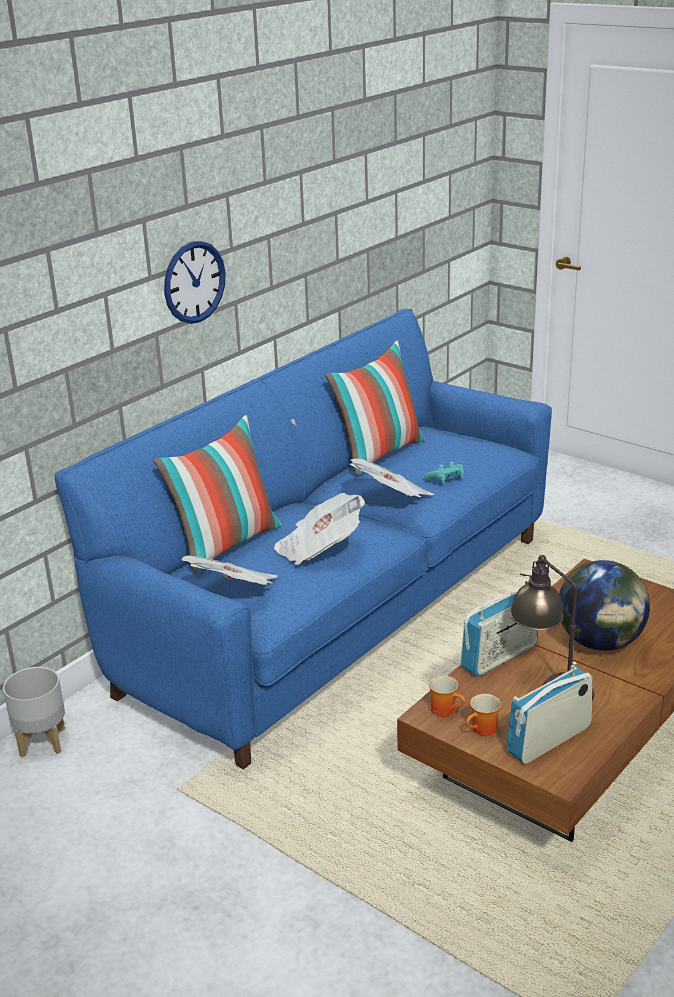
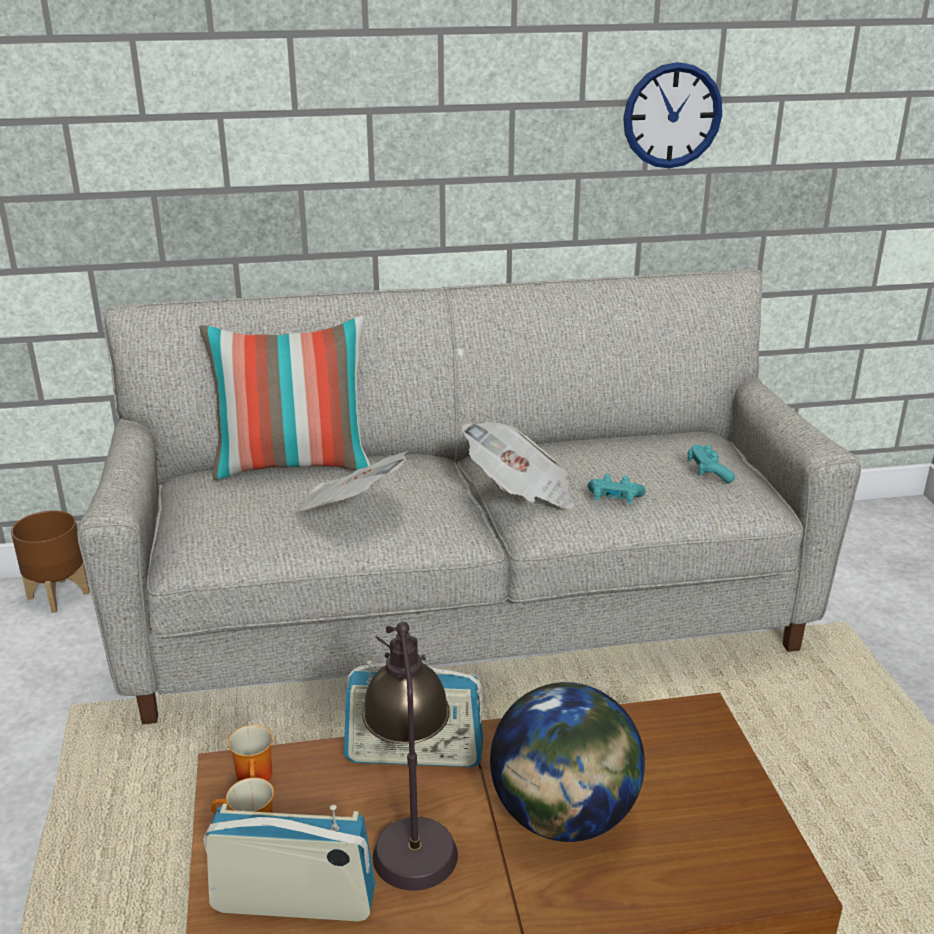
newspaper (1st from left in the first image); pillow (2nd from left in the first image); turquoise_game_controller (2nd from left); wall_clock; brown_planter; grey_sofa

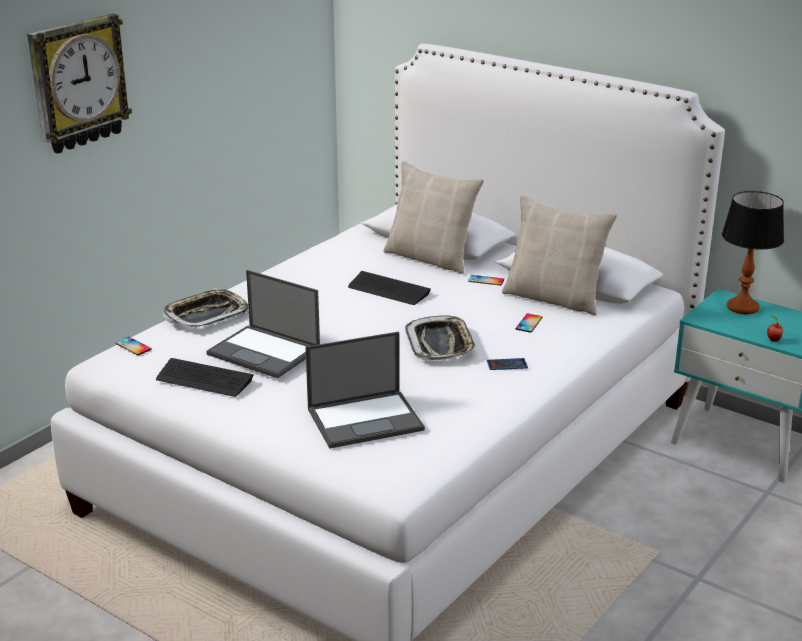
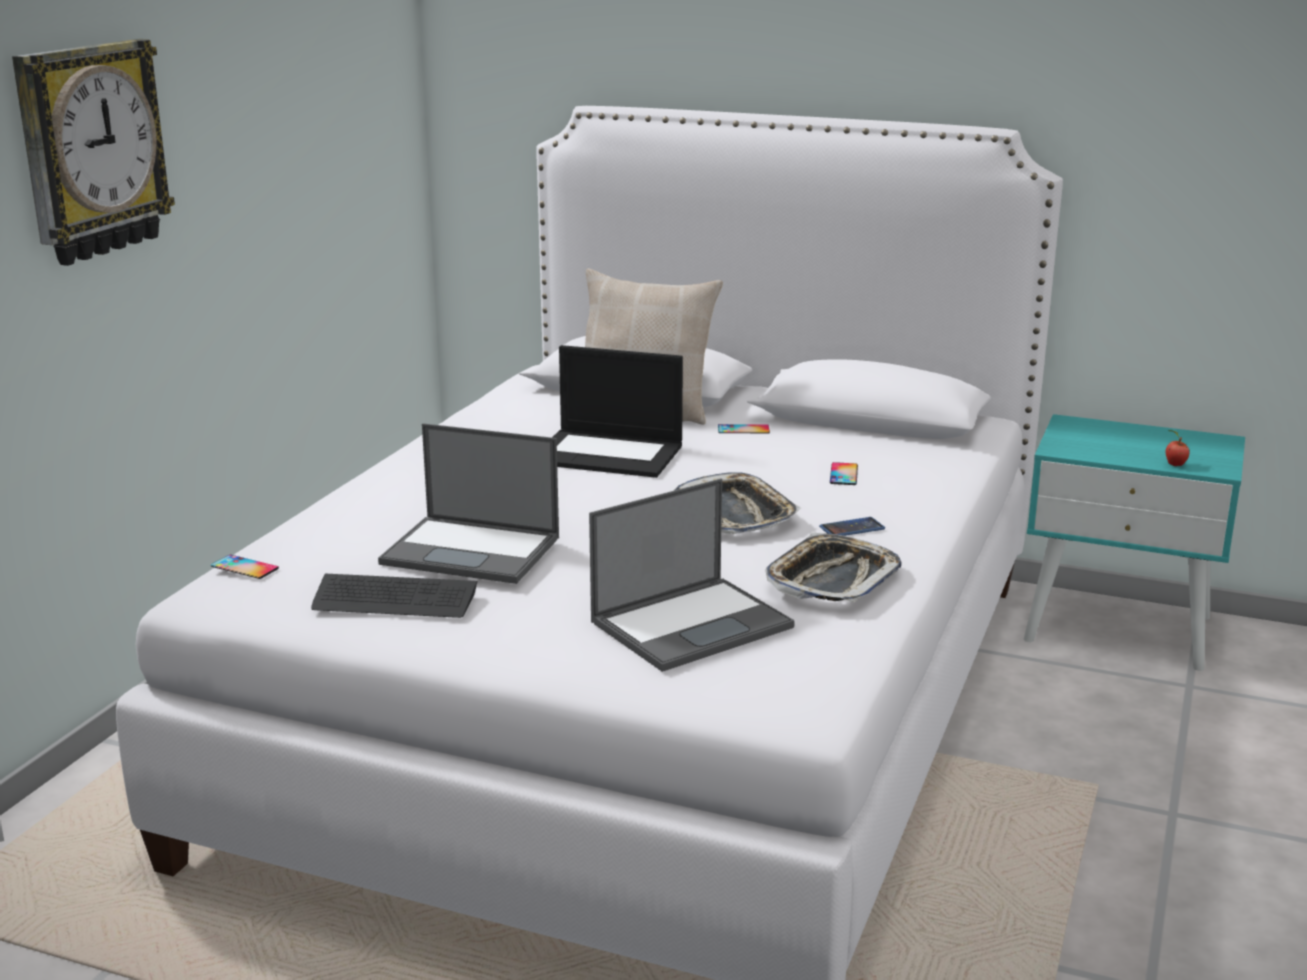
beige_pillow (2nd from left in the first image); table_lamp; tray (2nd from left); laptop (2nd from left)

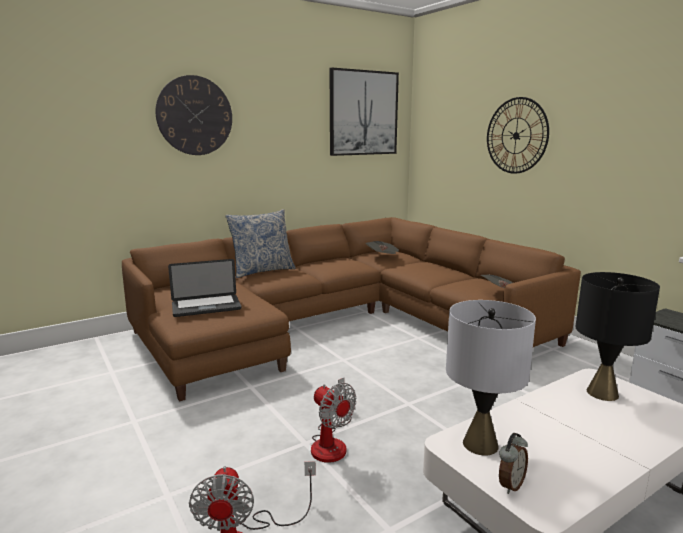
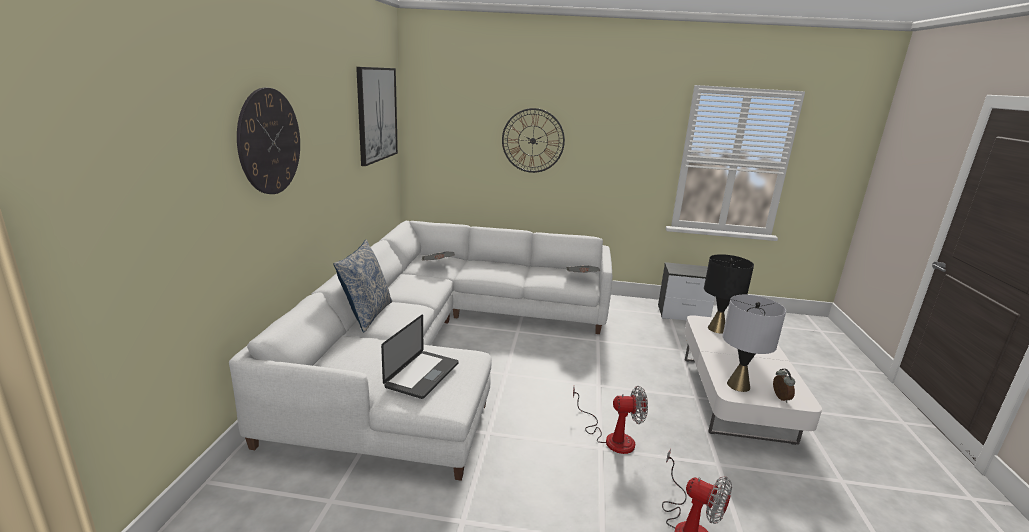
white_sofa

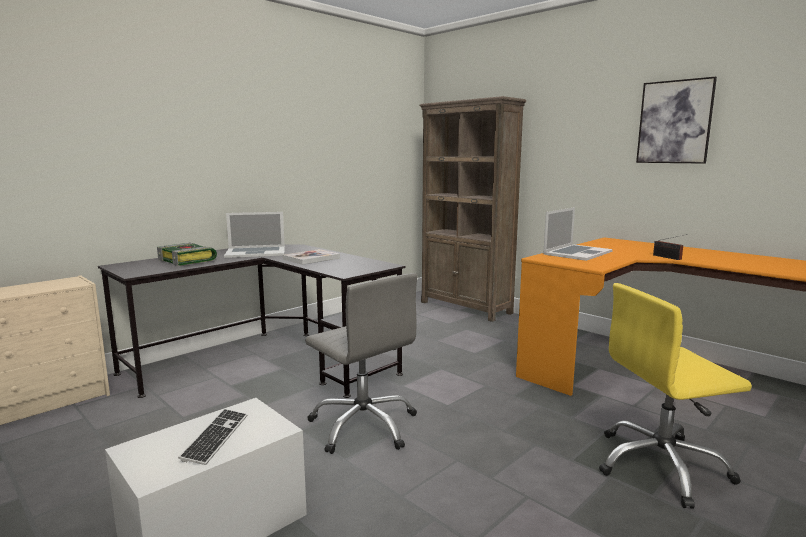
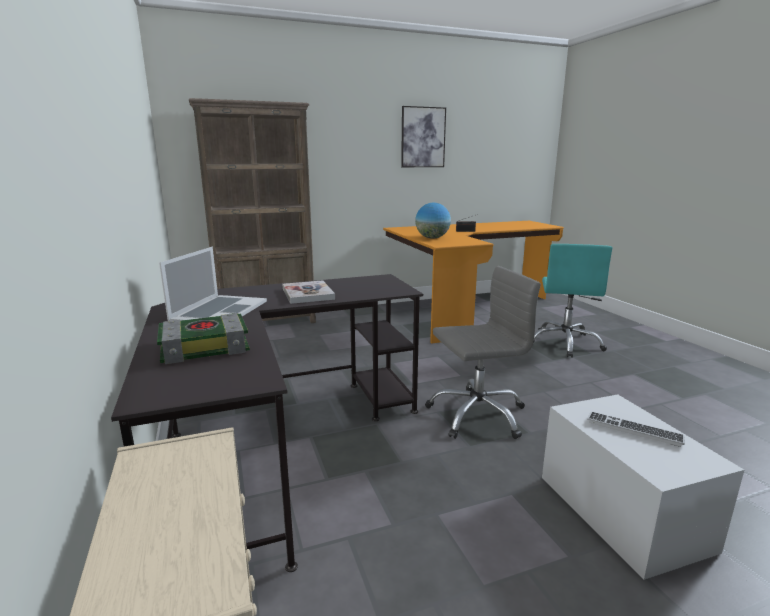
globe; turquoise_office_chair

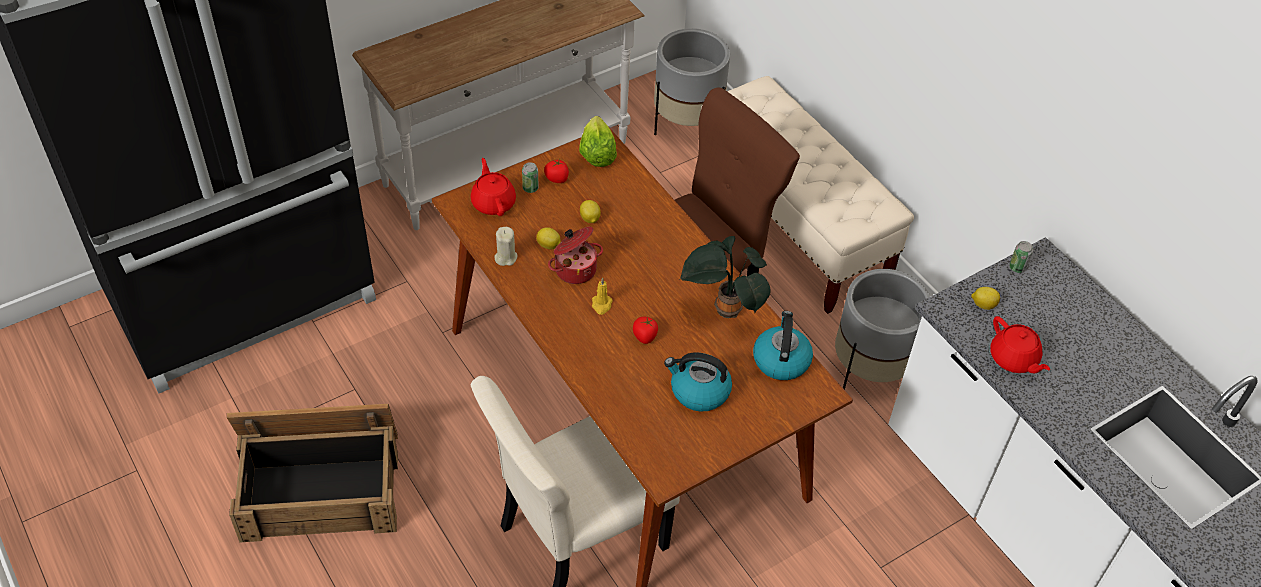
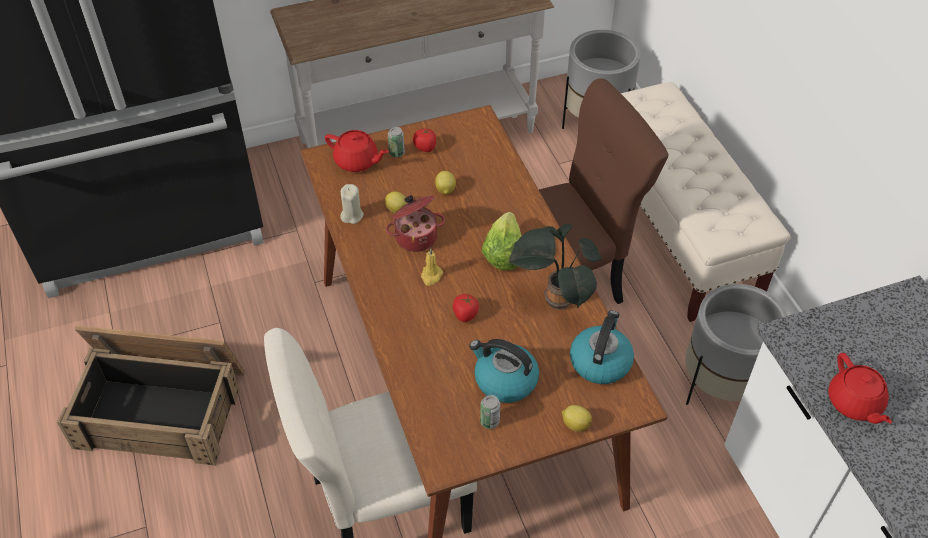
lettuce; lemon (3rd from left); can (2nd from left); red_teapot (1st from left)

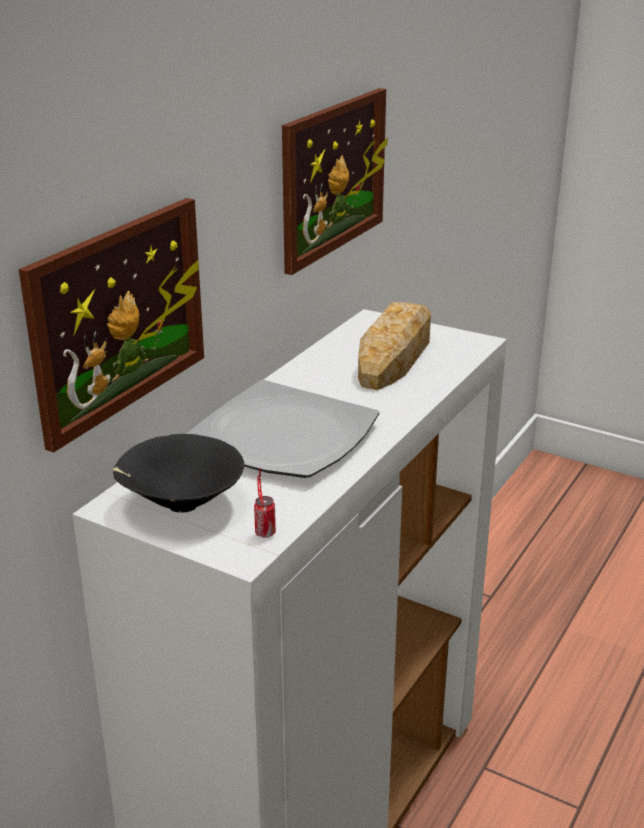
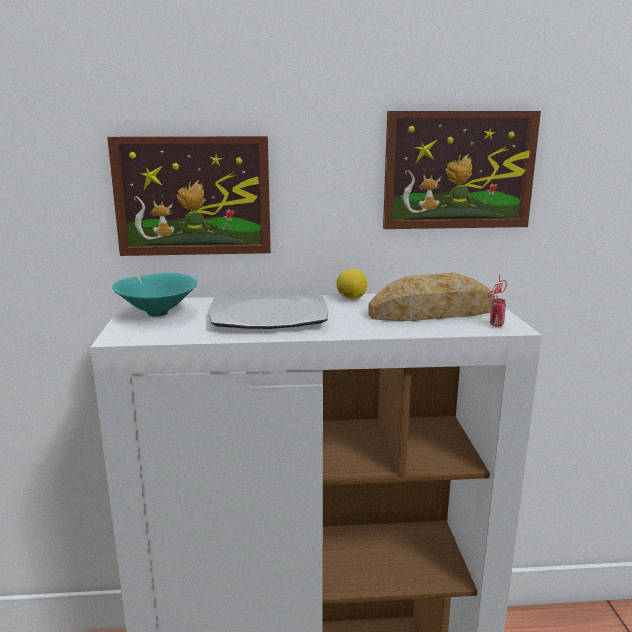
lemon; can; turquoise_bowl

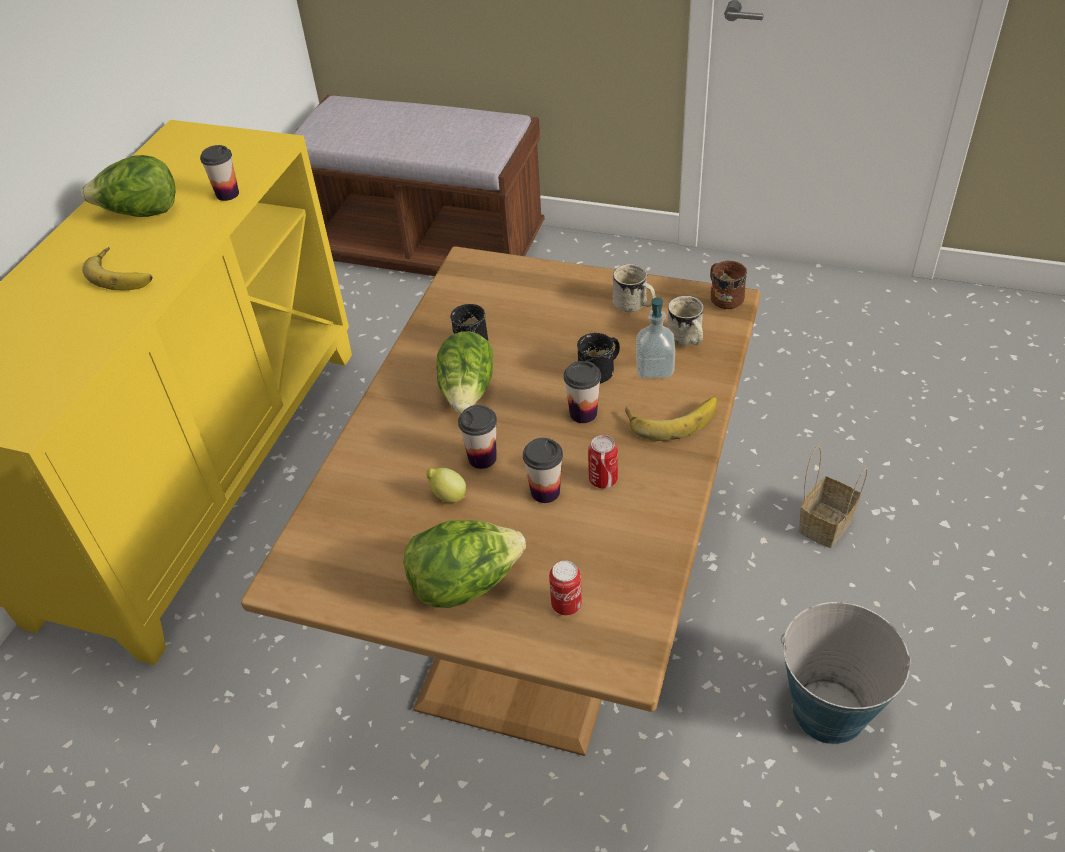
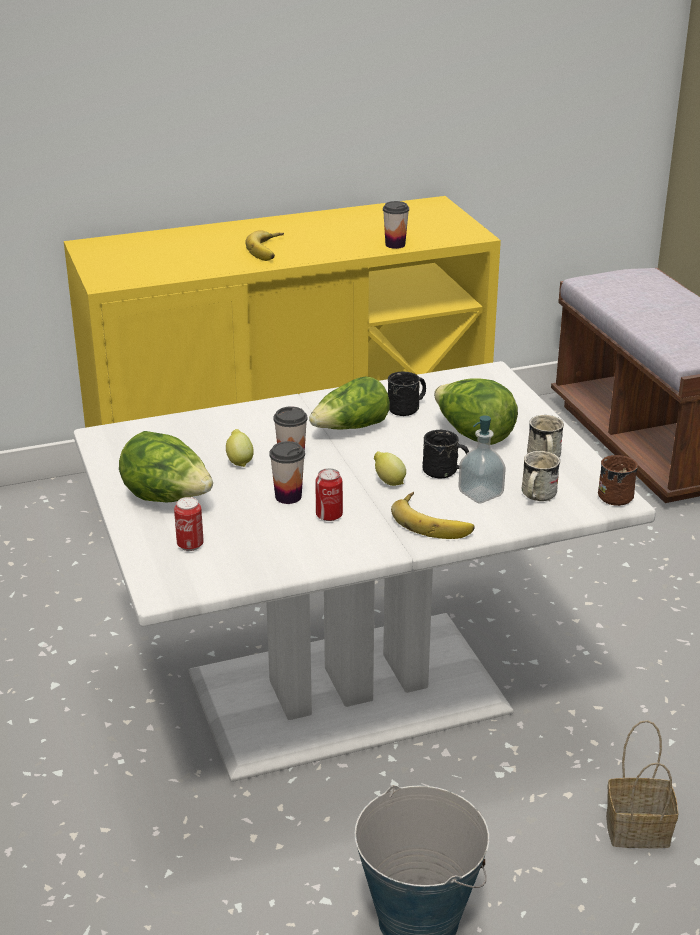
lettuce (3rd from left); lemon (2nd from left); white_dining_table

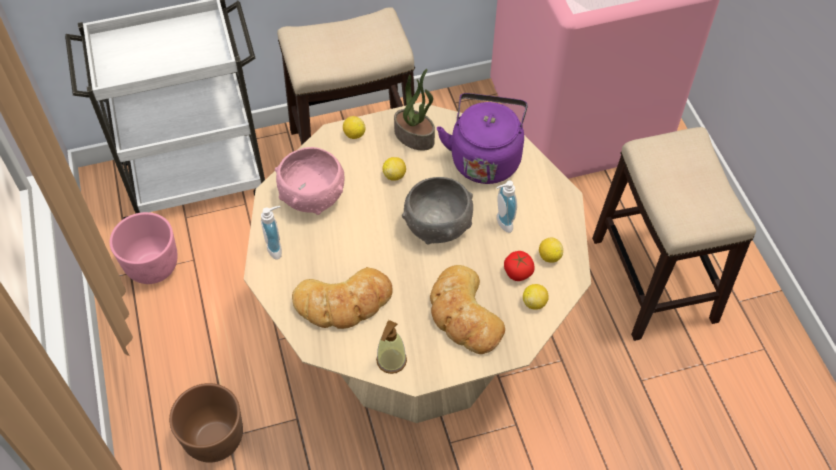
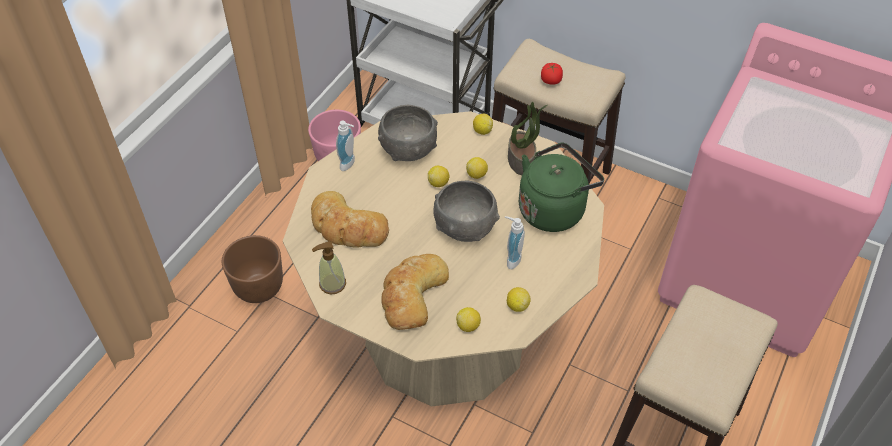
lemon (1st from left); tomato; grey_bowl (1st from left); green_kettle

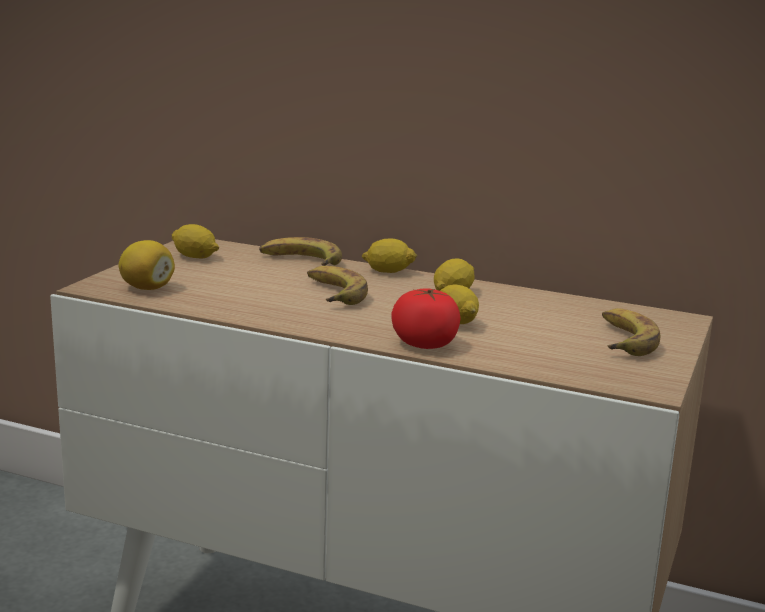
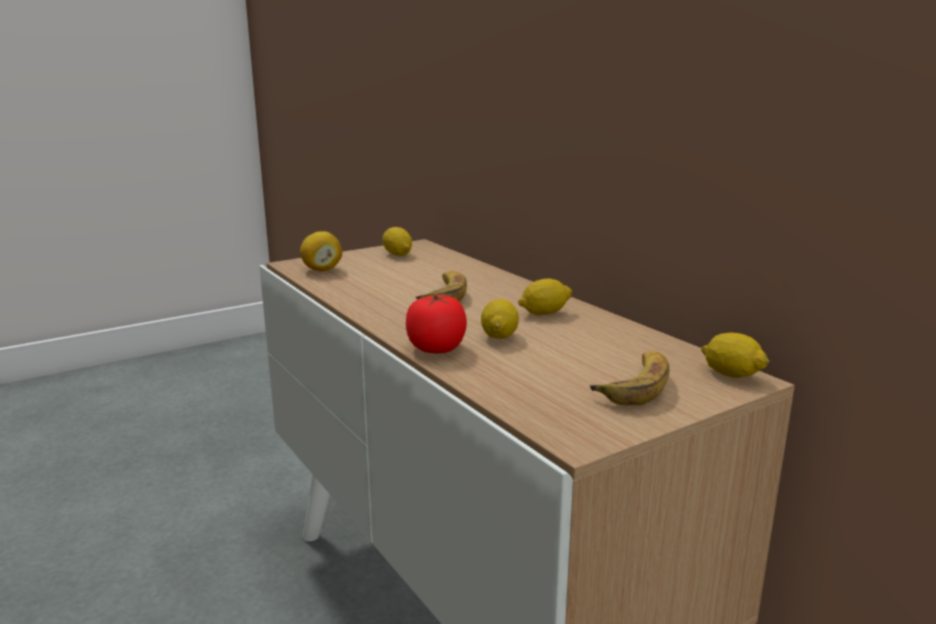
banana (1st from left in the first image); lemon (5th from left)

